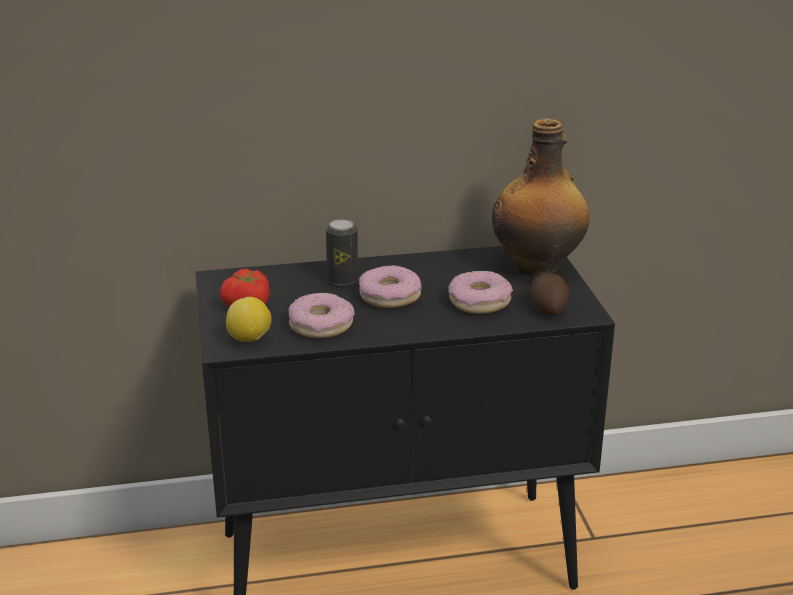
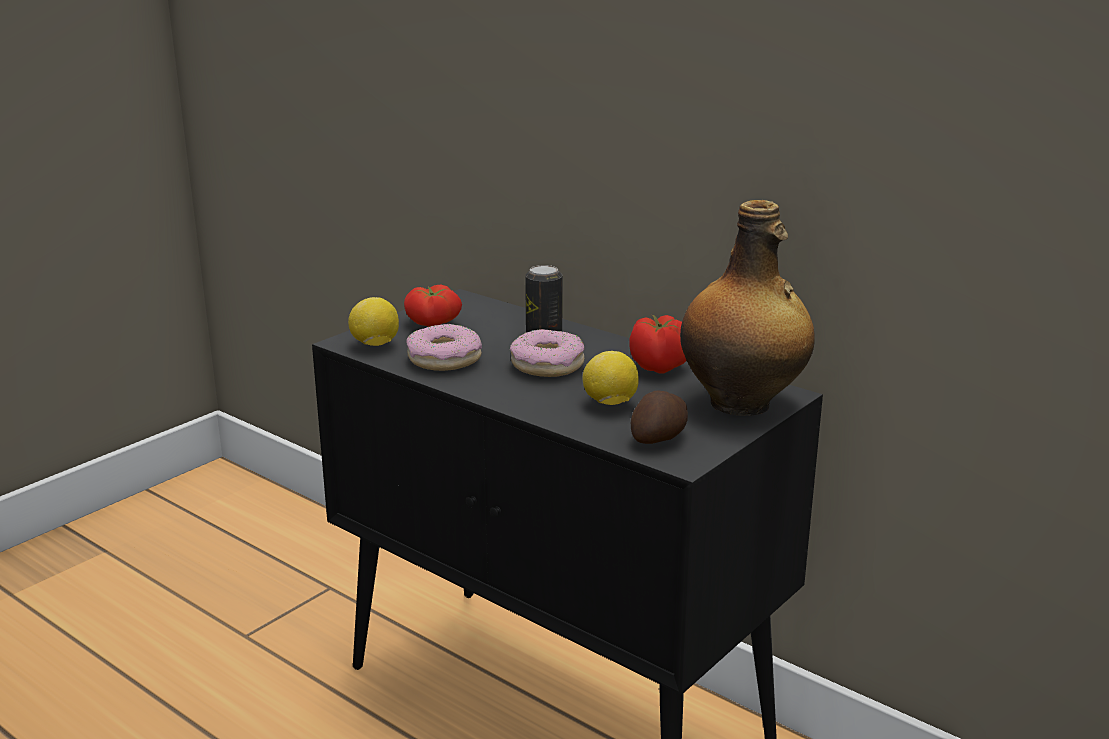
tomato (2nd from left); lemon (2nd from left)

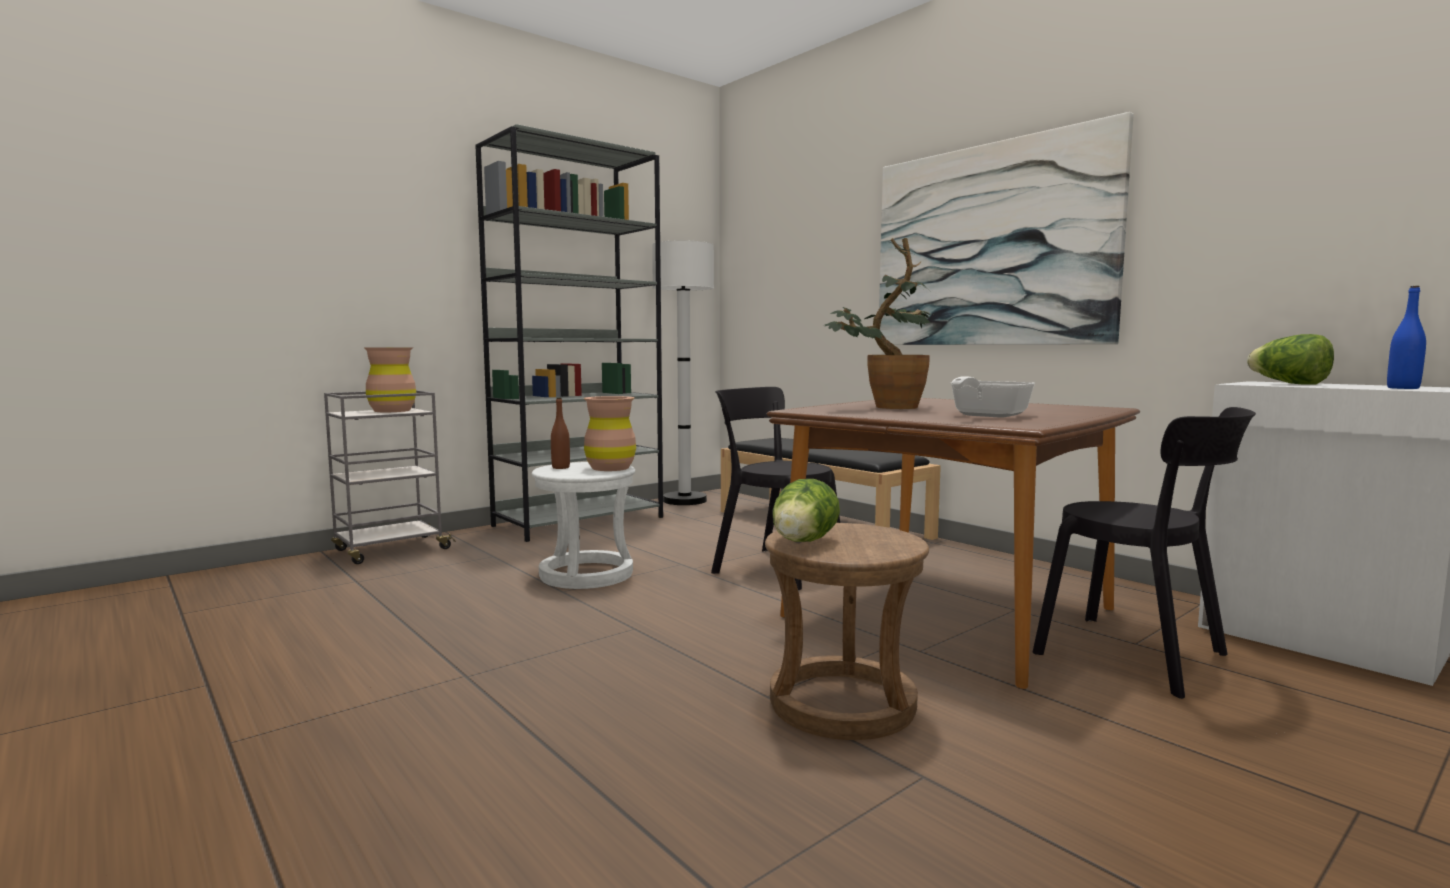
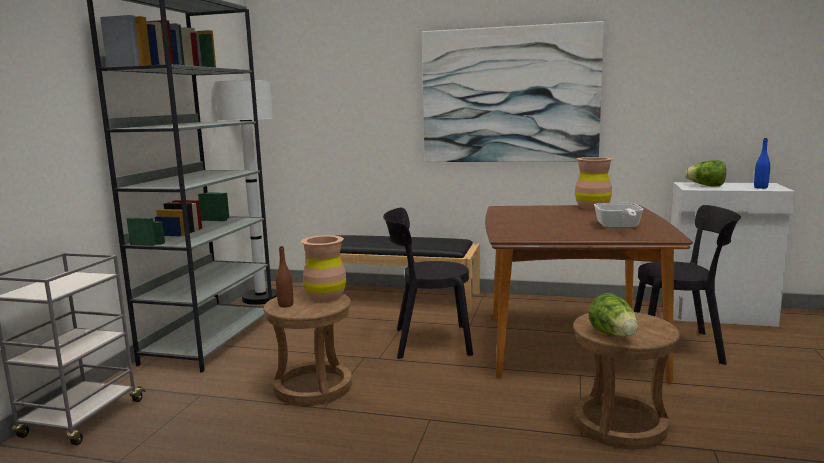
potted_plant; brown_vase (2nd from left); brown_stool (1st from left)

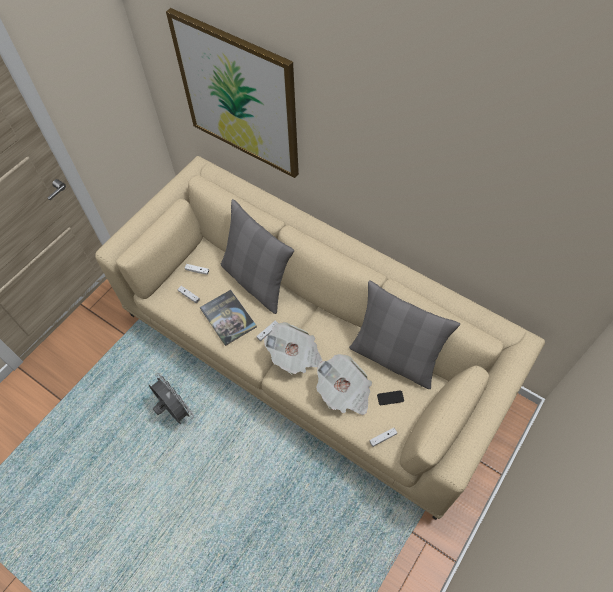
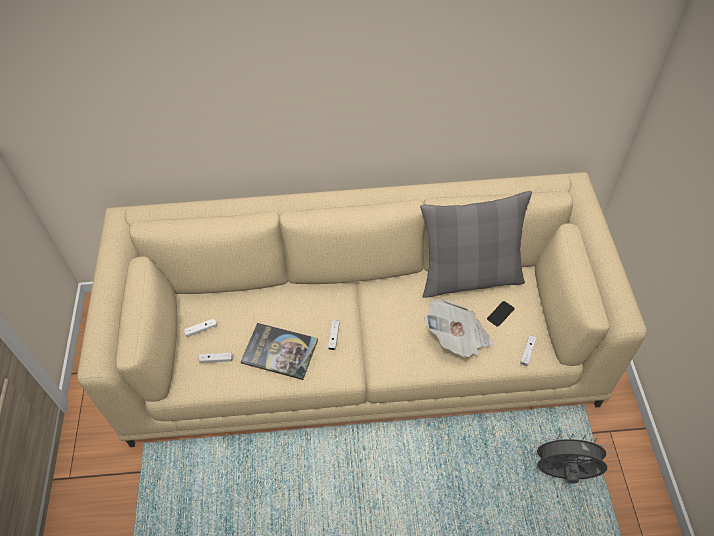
picture; grey_pillow (1st from left in the first image); newspaper (1st from left in the first image); grey_fan

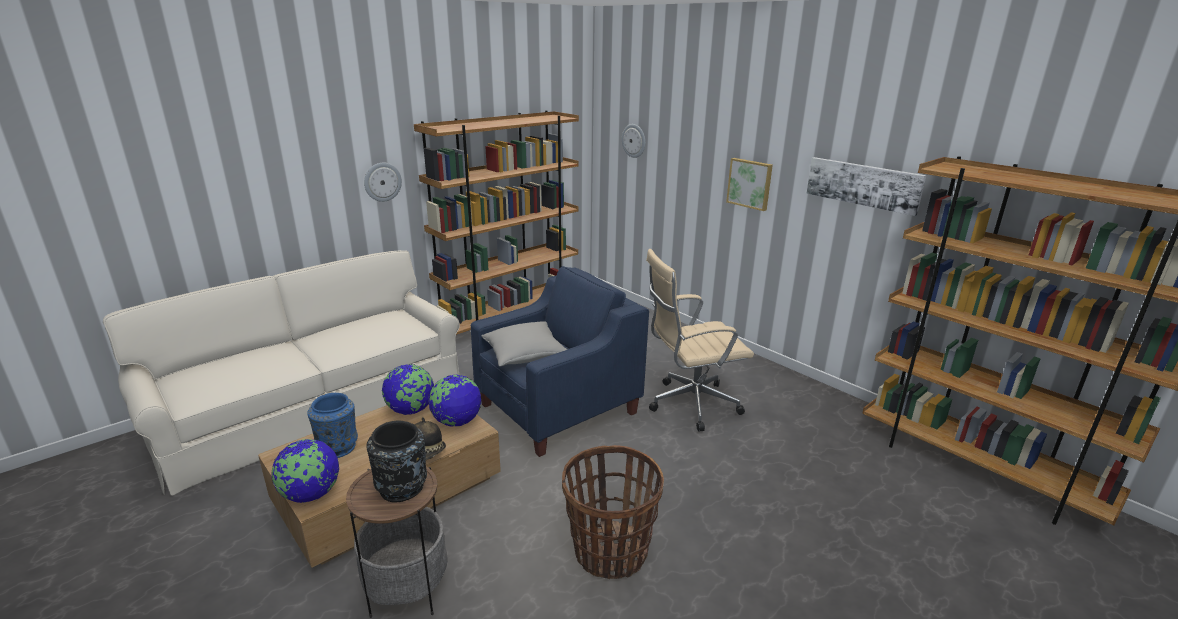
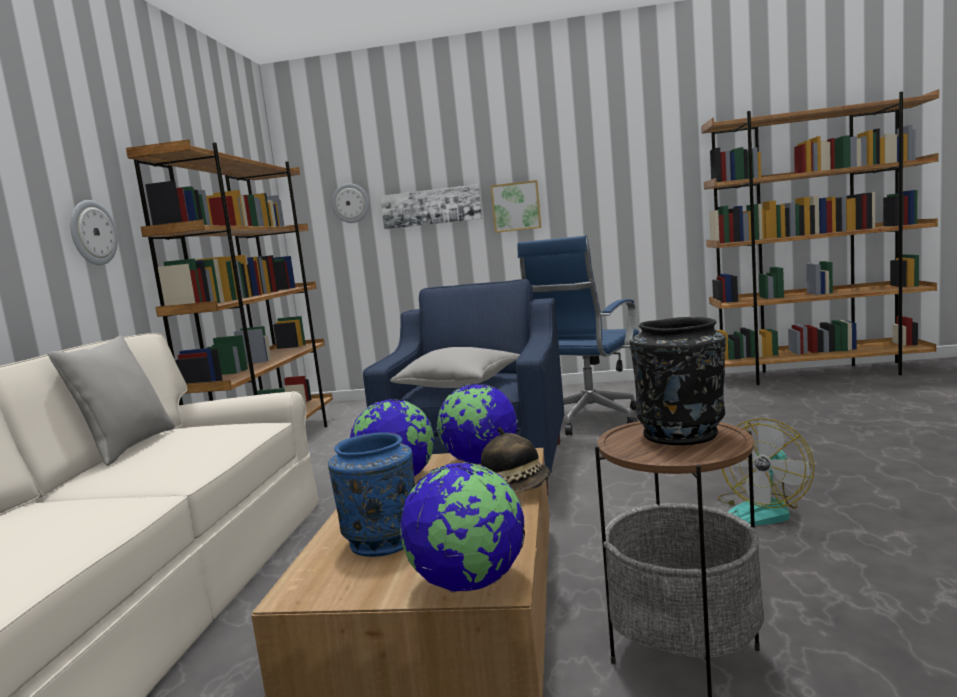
grey_pillow (1st from left); picture (1st from left); fan; blue_office_chair

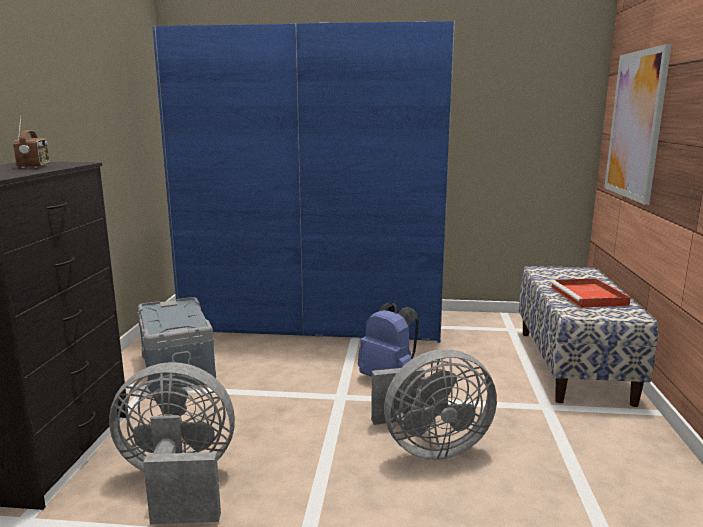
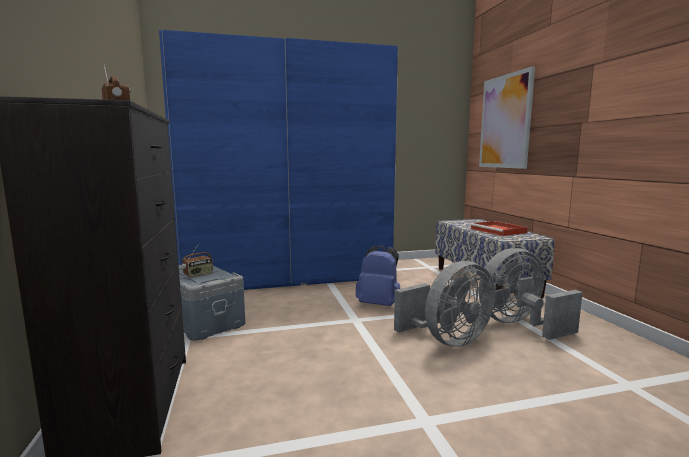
radio (2nd from left); grey_fan (2nd from left)

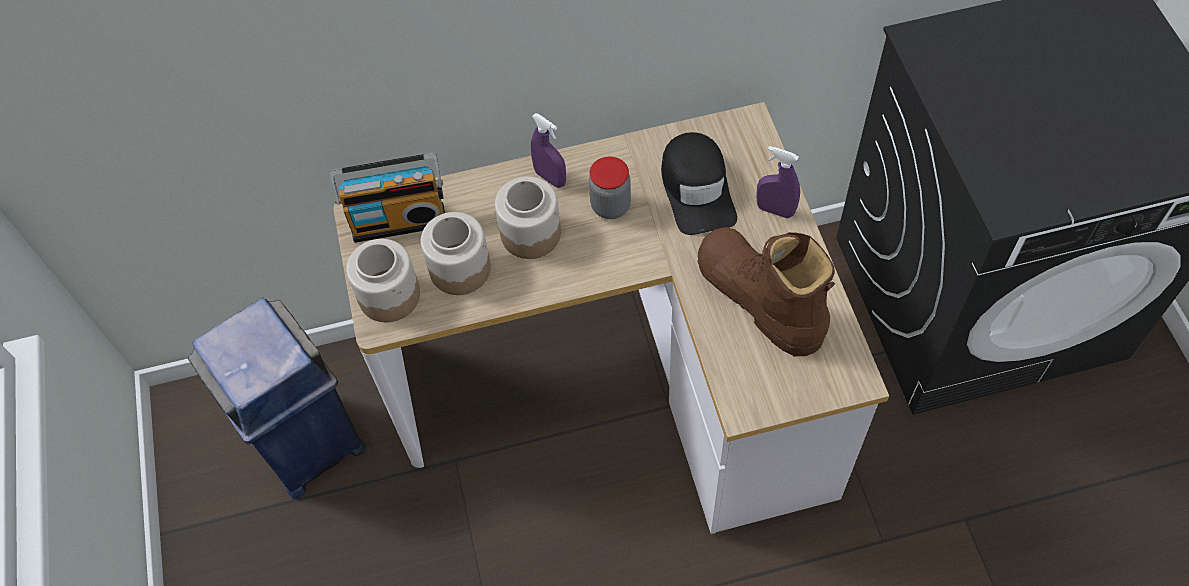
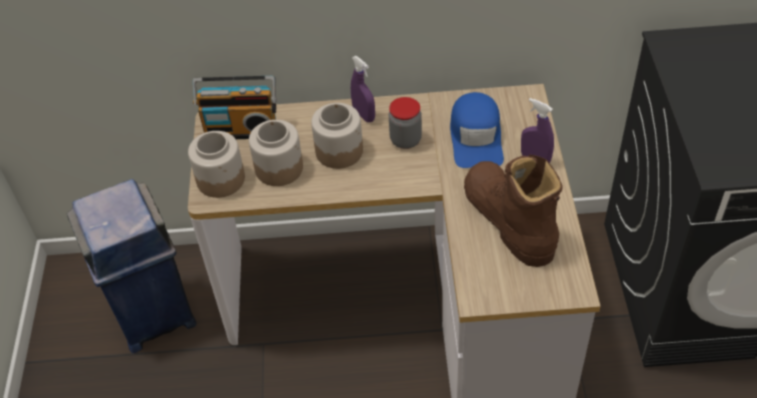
blue_cap

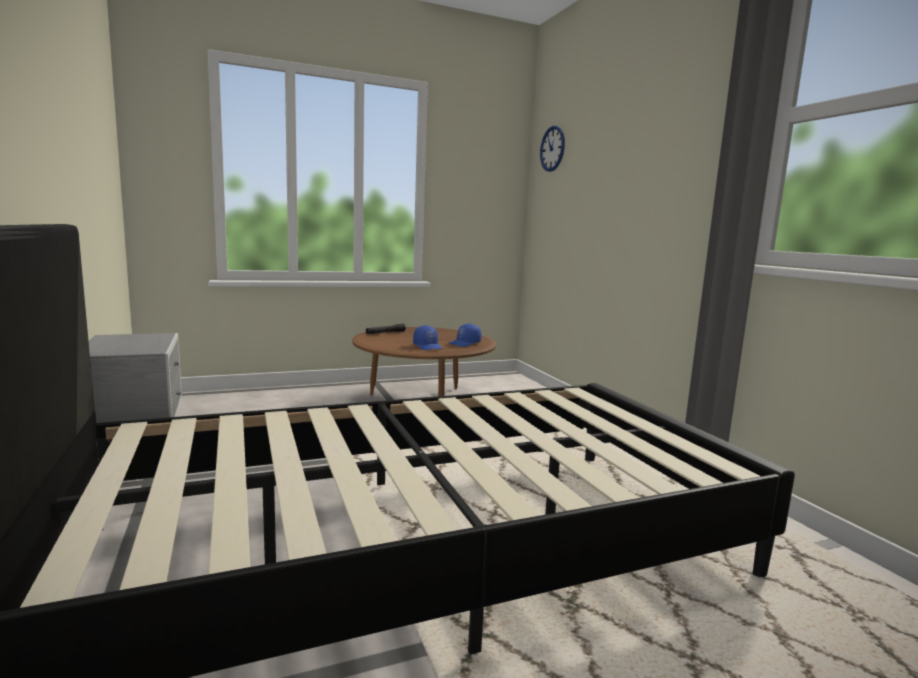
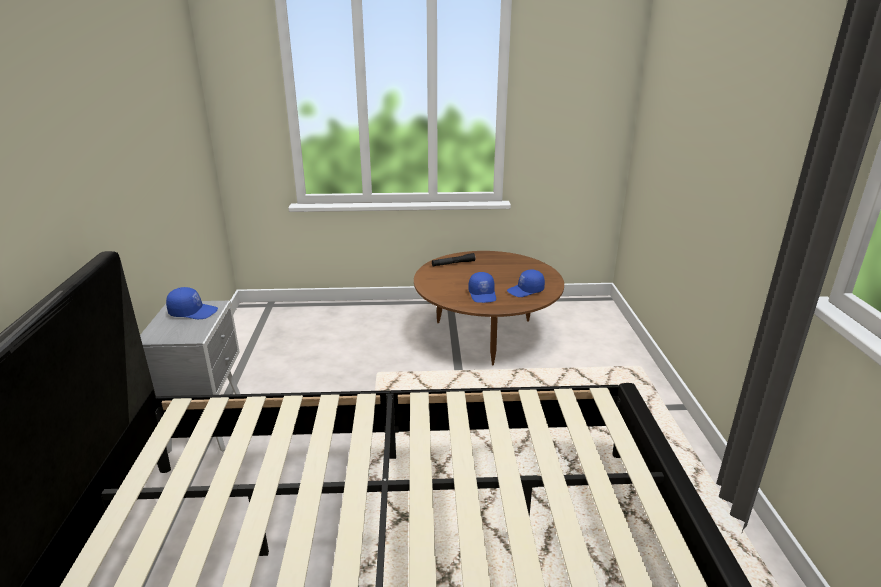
wall_clock; blue_cap (1st from left)

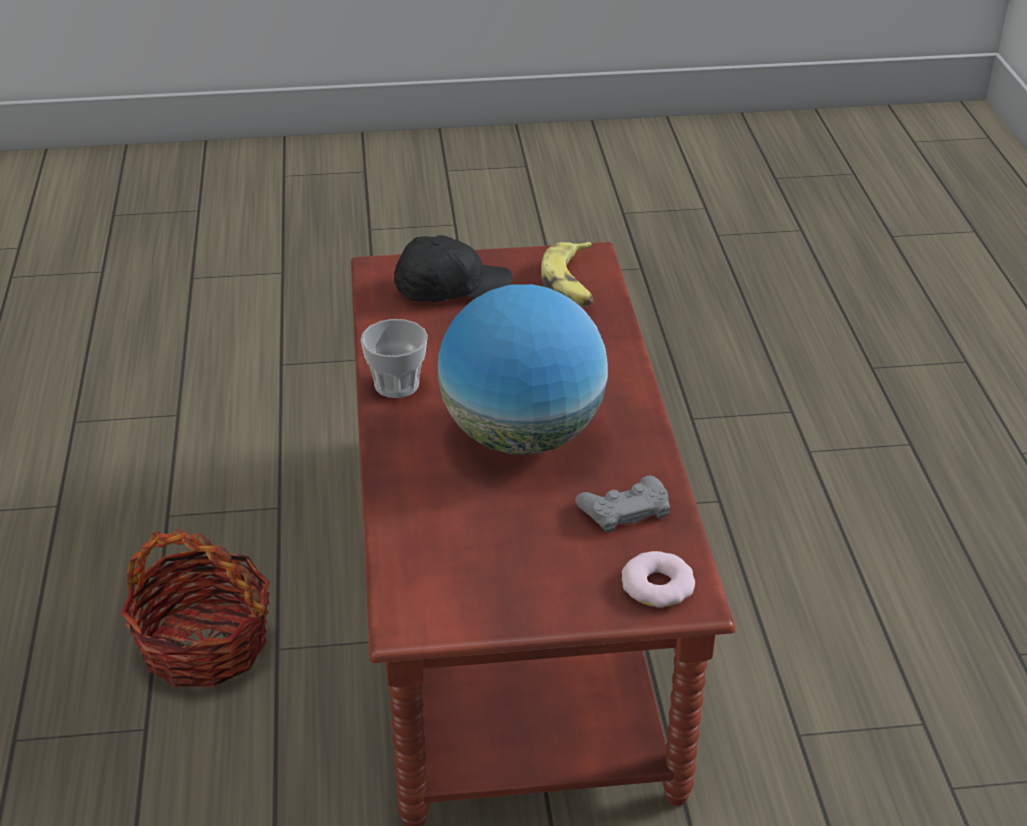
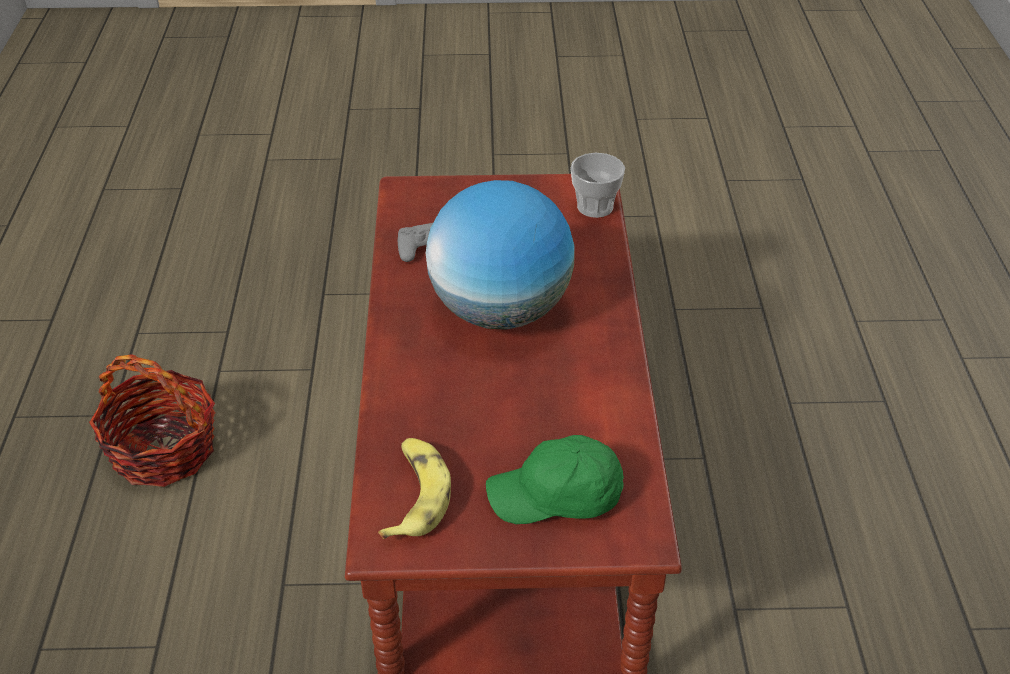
donut; basket; cup; green_cap

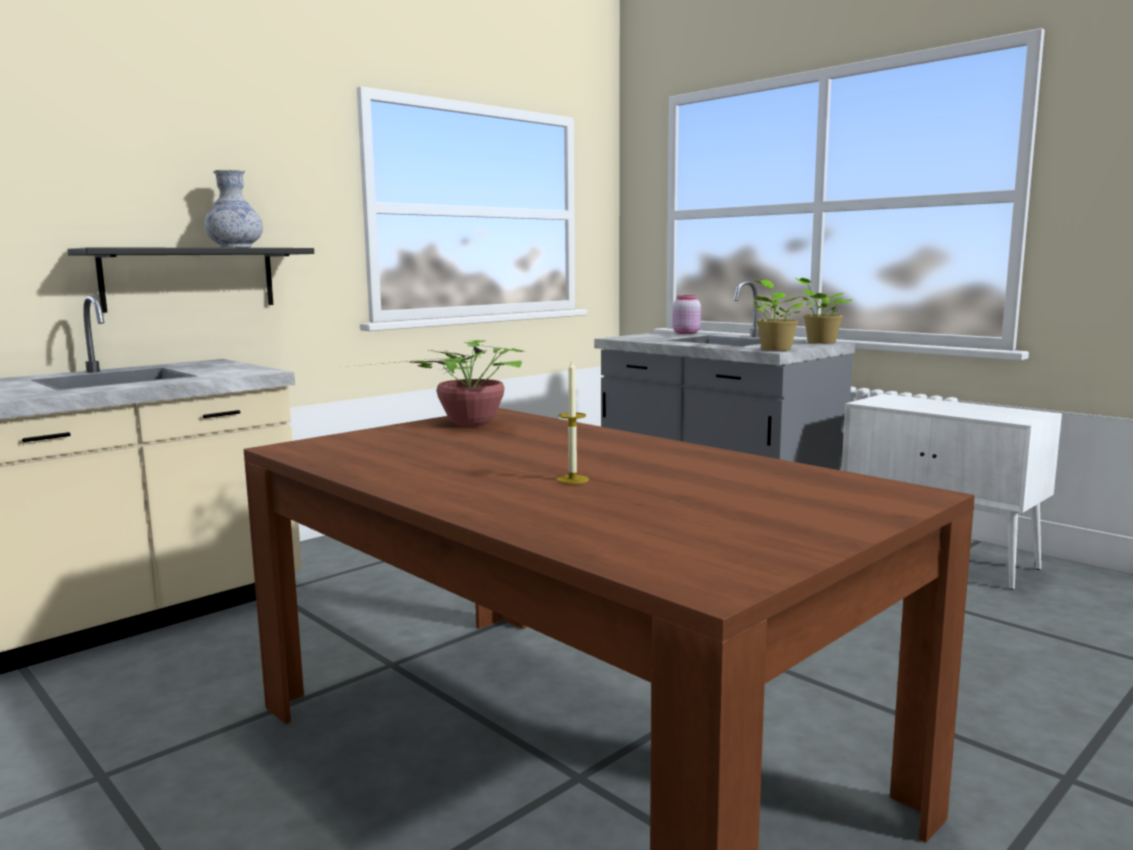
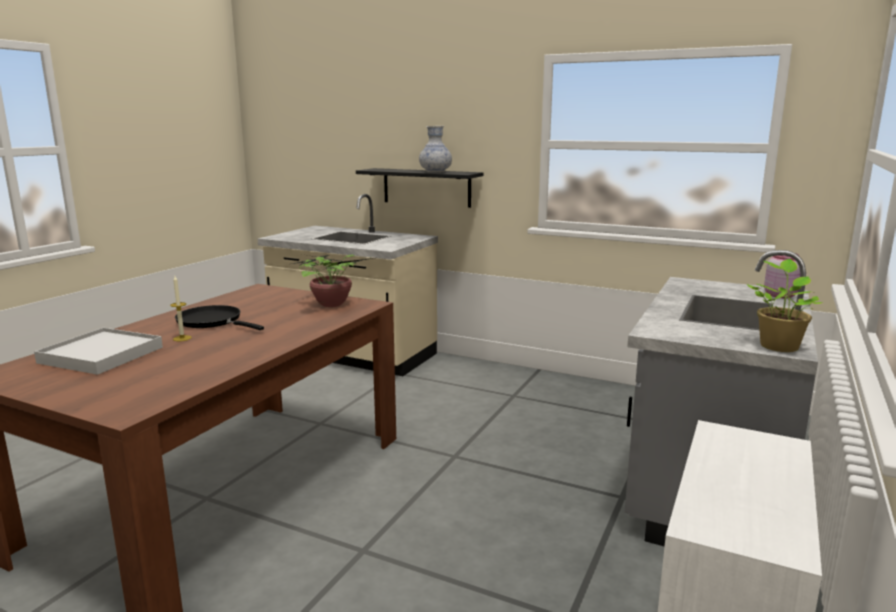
potted_plant (2nd from left in the first image); white_tray; black_frying_pan

